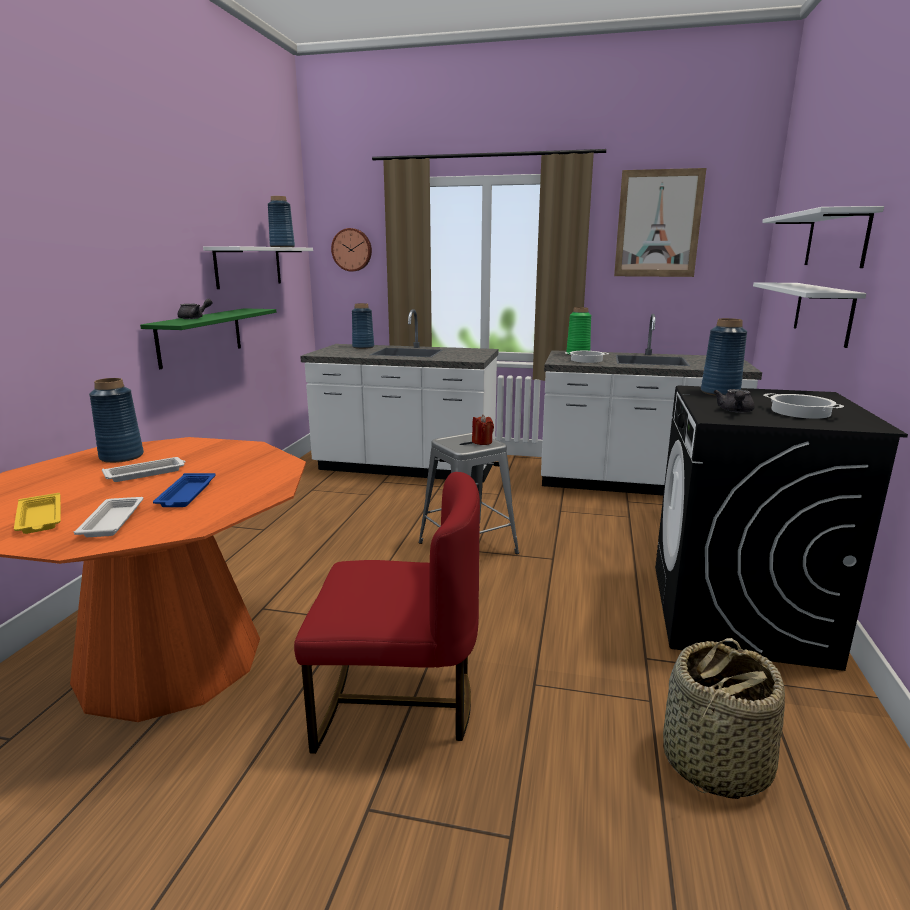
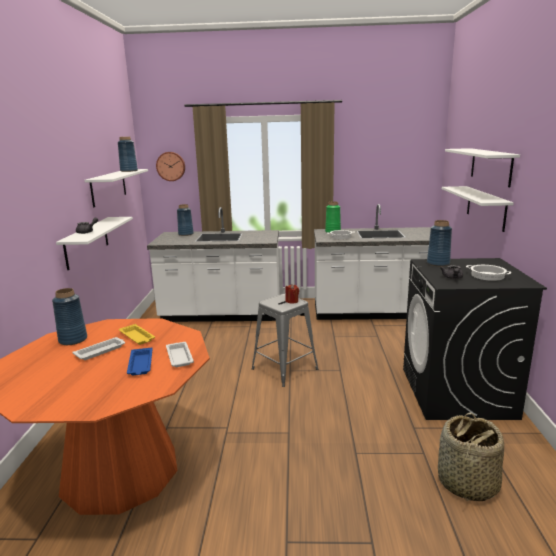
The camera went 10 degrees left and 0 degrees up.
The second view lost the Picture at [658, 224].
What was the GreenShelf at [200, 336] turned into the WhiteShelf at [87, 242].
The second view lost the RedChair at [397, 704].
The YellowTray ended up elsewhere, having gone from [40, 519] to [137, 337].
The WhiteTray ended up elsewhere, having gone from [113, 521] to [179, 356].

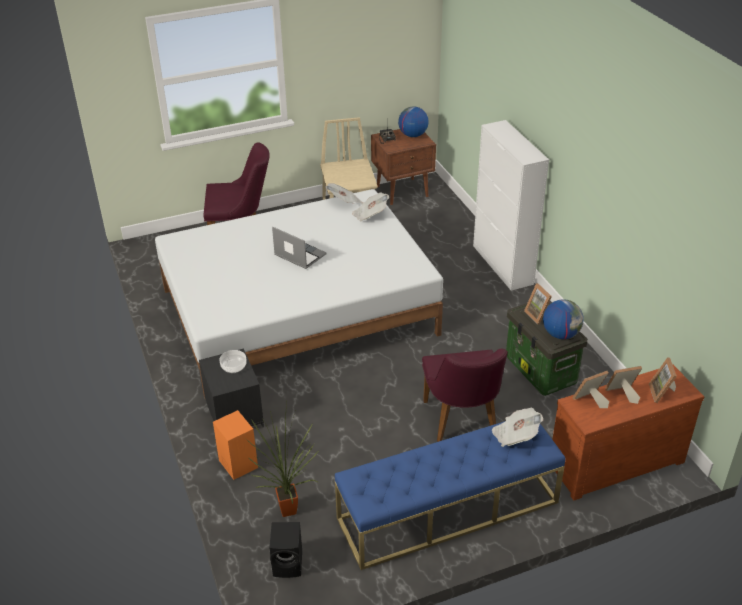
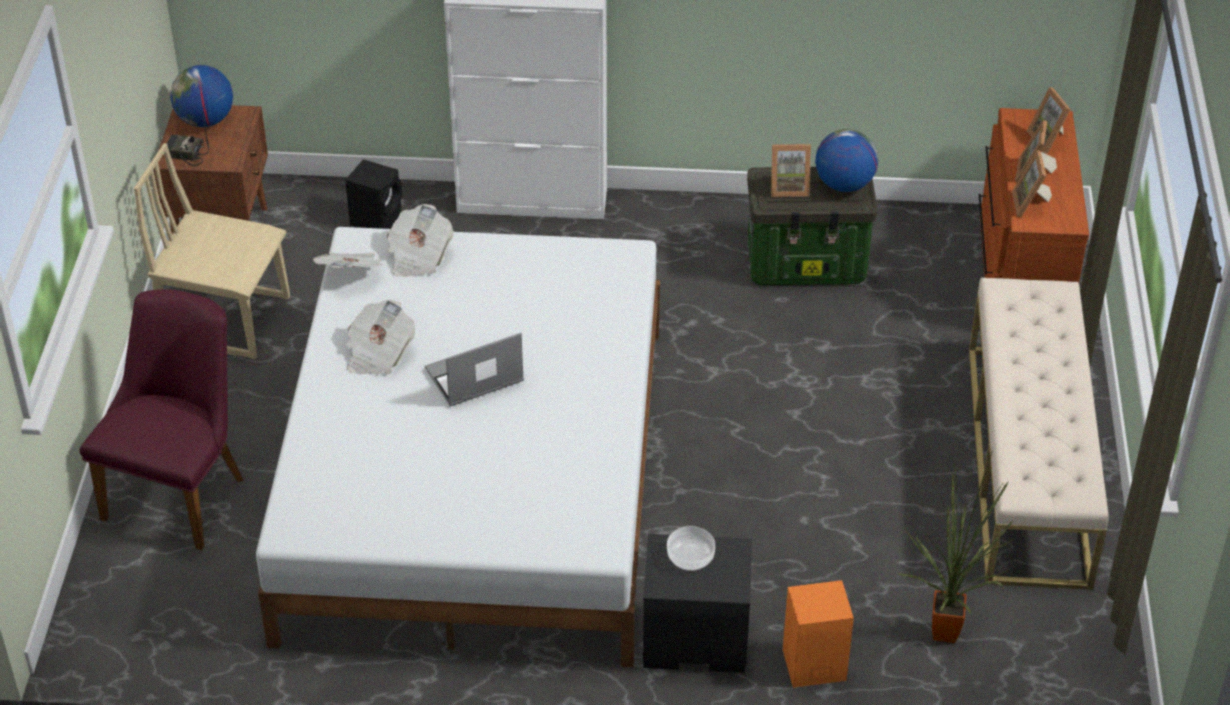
The camera went 65 degrees left and 5 degrees up.
The second view lost the PurpleChair at [462, 423].
The PictureFrame at [662, 393] ended up facing another way, 45 degrees clockwise from before.
The Newspaper ended up elsewhere, having gone from [515, 435] to [378, 354].
What was the BlueBench at [447, 510] turned into the BeigeBench at [1028, 463].
The BlackSpeaker ended up elsewhere, having gone from [289, 564] to [377, 219].

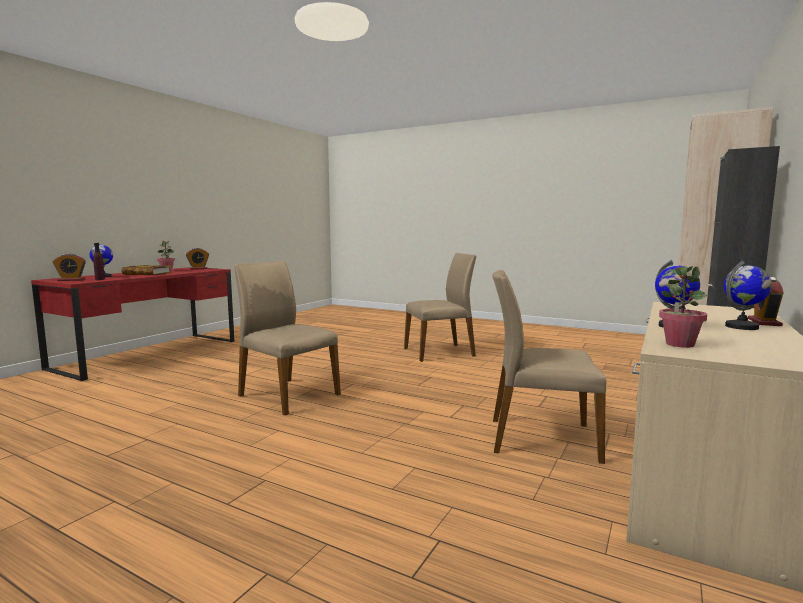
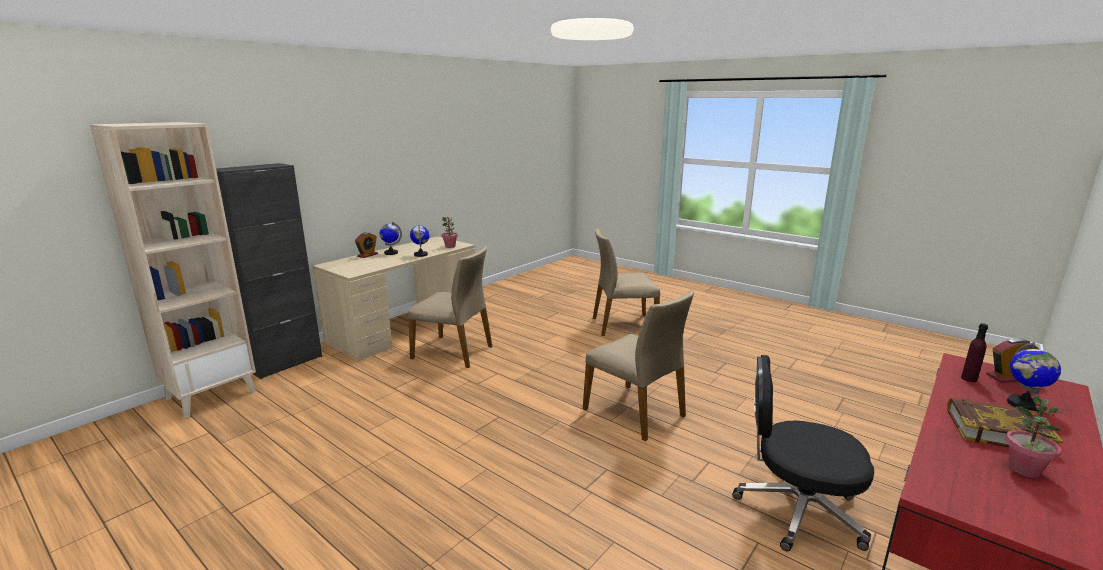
The camera went 170 degrees left and 10 degrees up.
The second view lost the AlarmClock at [198, 269].
The BeigeChair ended up elsewhere, having gone from [440, 352] to [623, 325].
The second view gained the BlackOfficeChair at [796, 510].

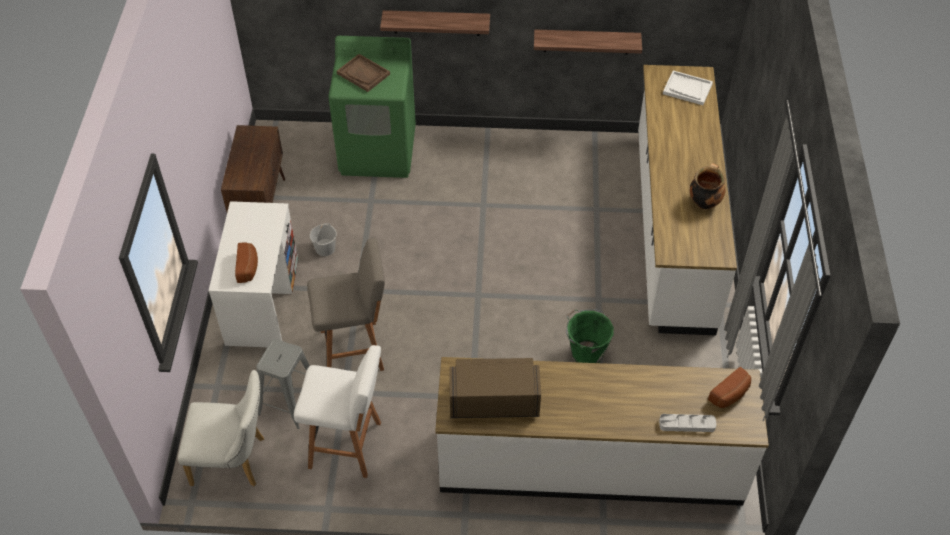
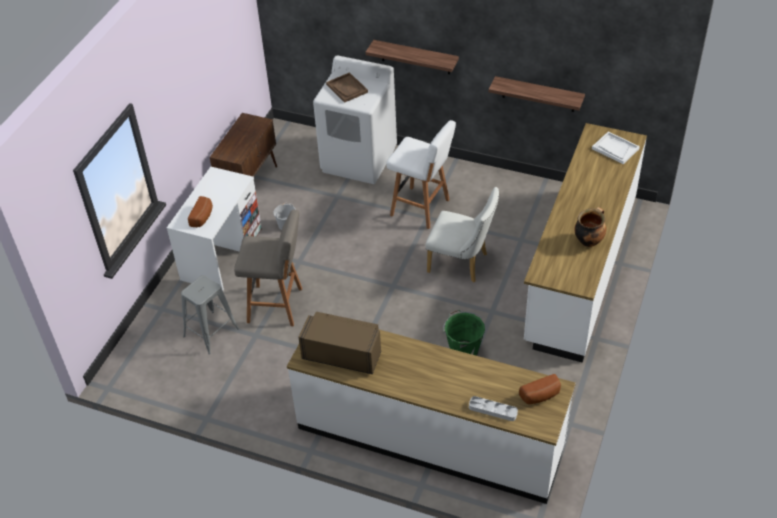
The camera went 20 degrees right and 5 degrees down.
What was the GreenWashingMachine at [378, 151] turned into the WhiteWashingMachine at [359, 160].
The WhiteStool ended up elsewhere, having gone from [348, 445] to [422, 208].
The WhiteChair ended up elsewhere, having gone from [234, 461] to [462, 264].

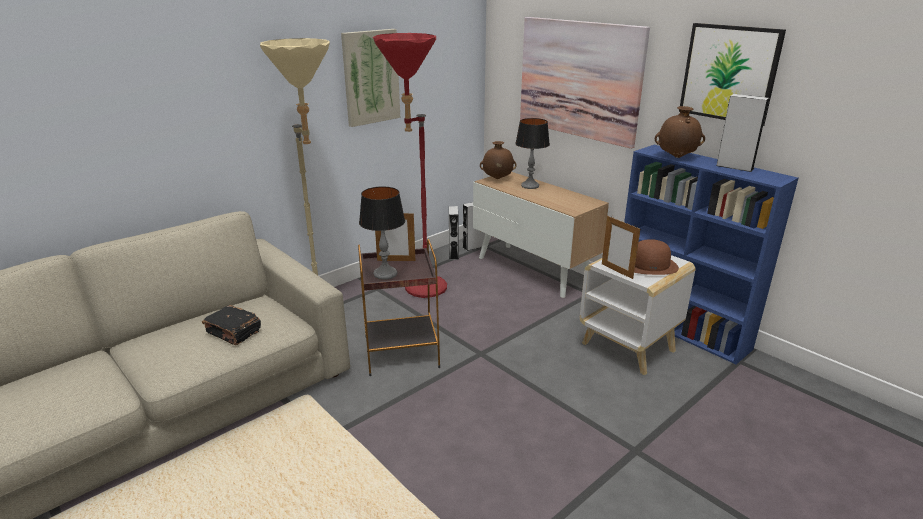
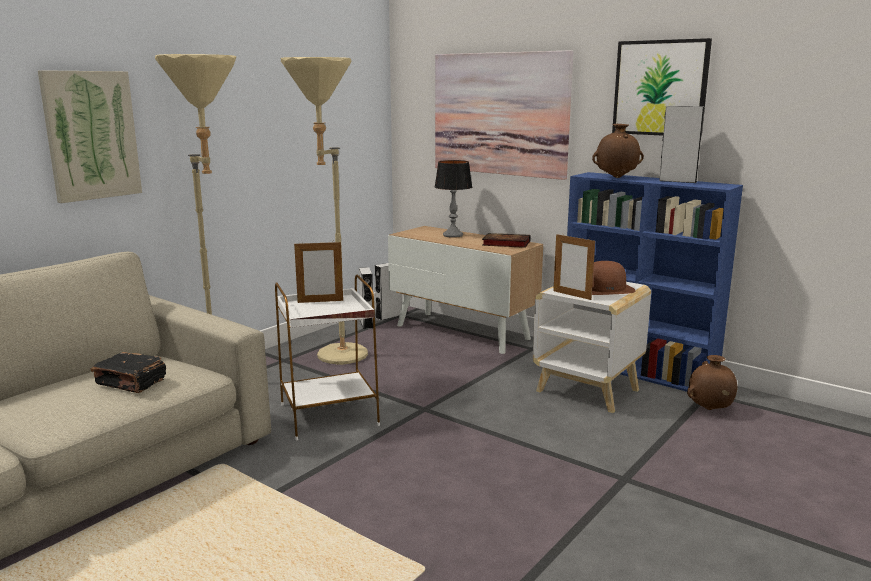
The camera went 10 degrees left and 10 degrees down.
The Picture ended up elsewhere, having gone from [370, 77] to [91, 135].
What was the RedFloorLamp at [417, 290] turned into the BeigeFloorLamp at [333, 358].
The BrownVase ended up elsewhere, having gone from [497, 179] to [709, 409].
The second view lost the TableLamp at [385, 274].
What was the BrownSideTable at [402, 352] turned into the WhiteSideTable at [330, 415].
The second view gained the Book at [505, 243].

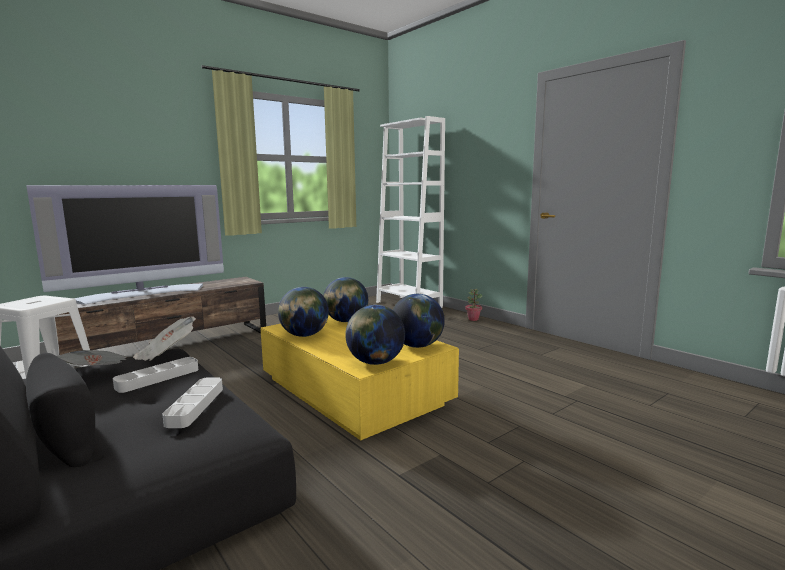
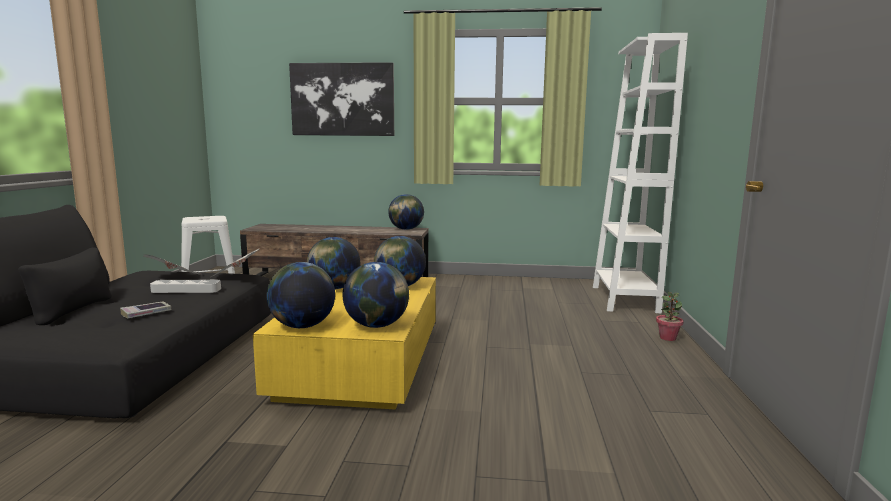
The camera went 45 degrees right and 0 degrees up.
The second view lost the Television at [142, 293].
Where the GreyTray stood at [195, 406], the Book came to stand at [146, 313].
The second view gained the Picture at [342, 99].
The second view gained the Globe at [406, 229].

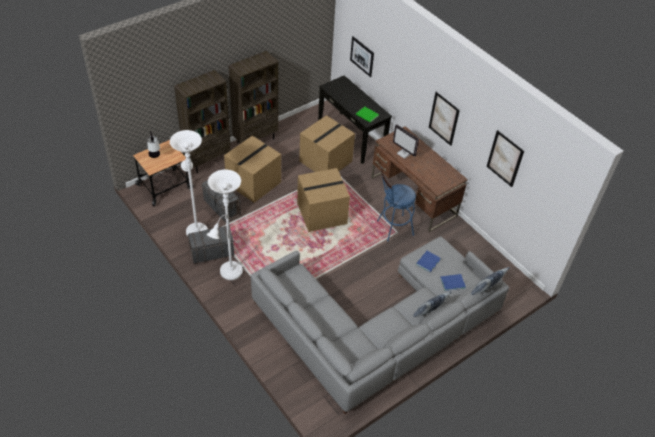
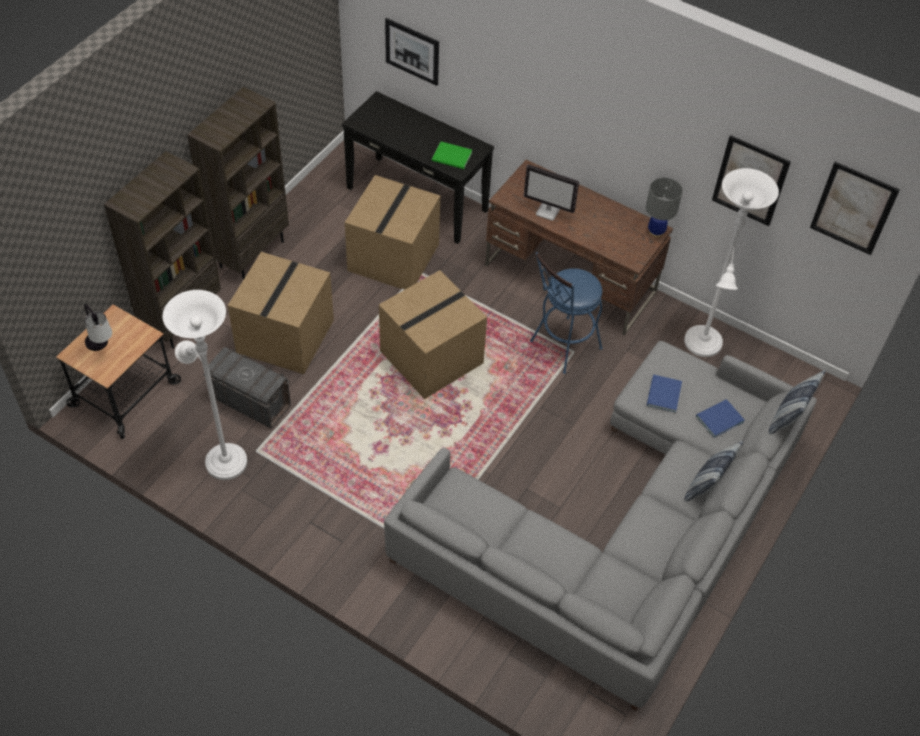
The camera went 20 degrees left and 5 degrees up.
The Picture ended up elsewhere, having gone from [444, 118] to [853, 208].
The WhiteFloorLamp ended up elsewhere, having gone from [229, 273] to [702, 346].
The second view lost the GreyStorageBox at [212, 253].
The second view gained the GreyTableLamp at [656, 232].

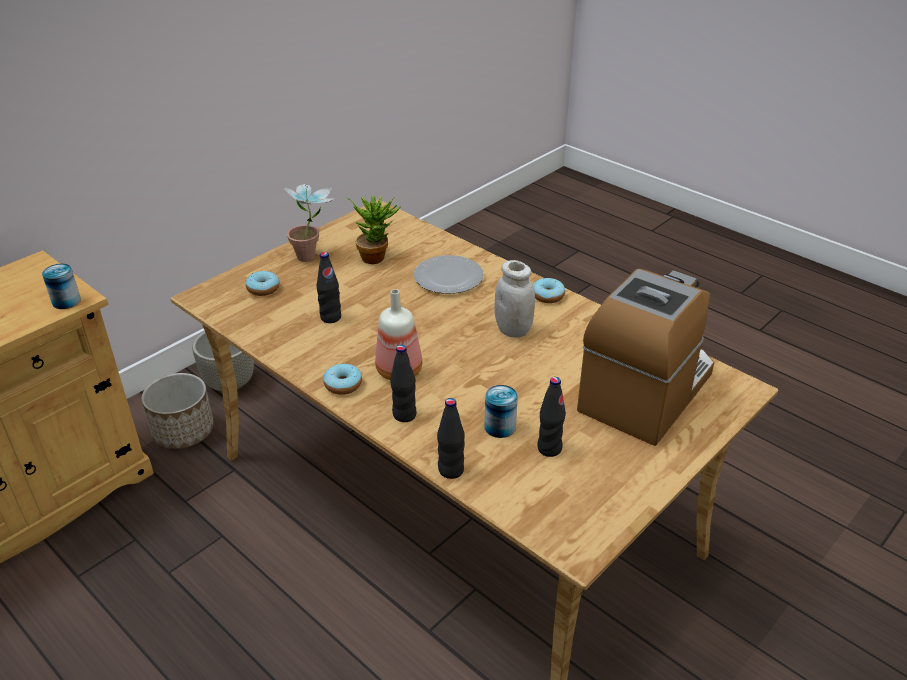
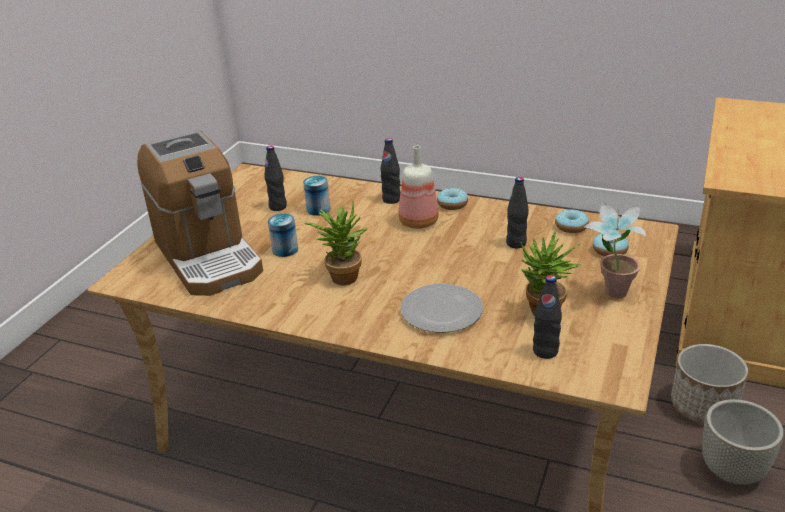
The camera went 160 degrees right and 5 degrees down.
Where the WhiteJar stood at [513, 330], the PottedPlant came to stand at [341, 275].
The Can ended up elsewhere, having gone from [66, 301] to [285, 250].
The CoffeeMachine at [646, 392] ended up facing another way, 45 degrees counterclockwise from before.
The Donut ended up elsewhere, having gone from [547, 296] to [571, 227].
The BlackBottle ended up elsewhere, having gone from [451, 470] to [545, 351].

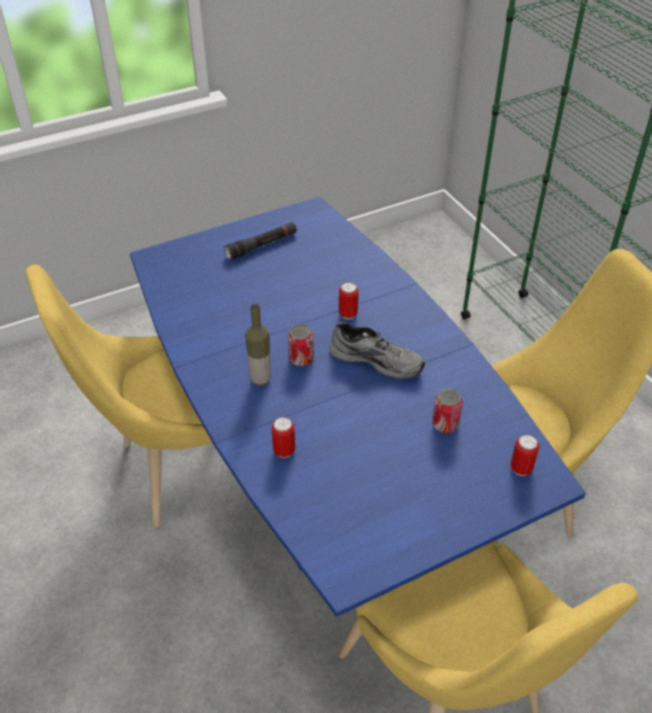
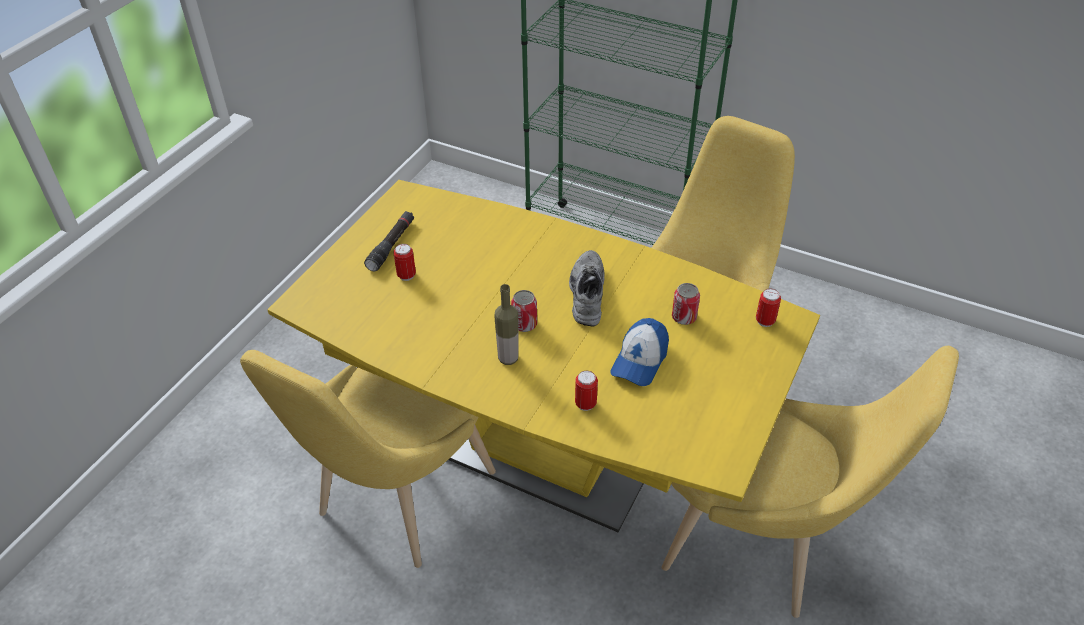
The camera went 35 degrees left and 0 degrees up.
What was the BlueDiningTable at [325, 495] turned into the YellowDiningTable at [543, 452].
The Can ended up elsewhere, having gone from [348, 314] to [406, 275].
The GreyShoe at [377, 359] ended up facing another way, 75 degrees counterclockwise from before.
The second view gained the Cap at [640, 360].

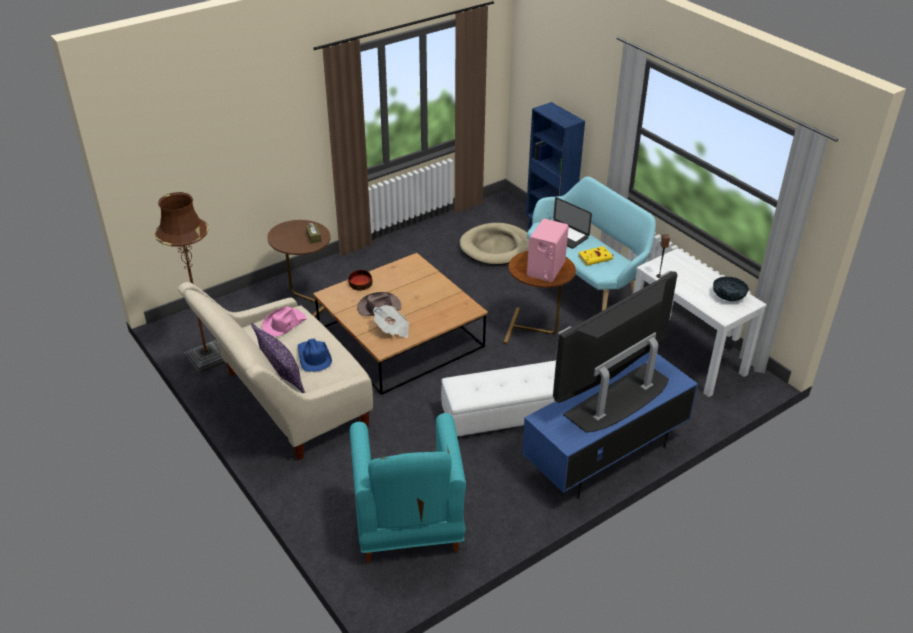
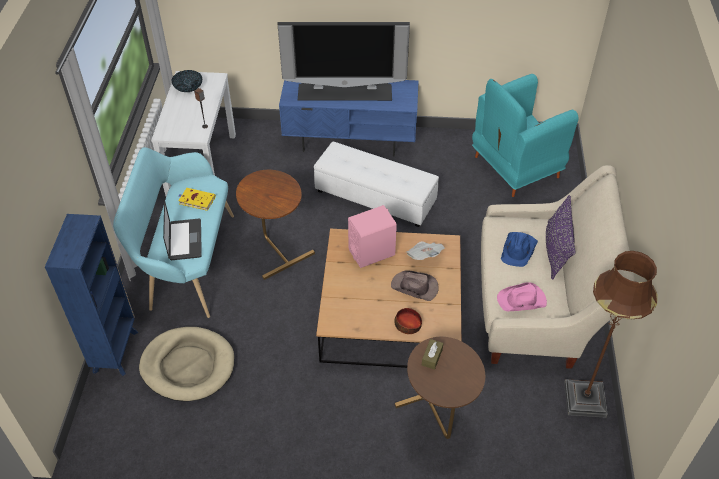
The camera went 140 degrees left and 10 degrees up.
The PinkSpeaker ended up elsewhere, having gone from [546, 269] to [372, 252].
The TurquoiseArmchair at [408, 528] ended up facing another way, 150 degrees counterclockwise from before.

